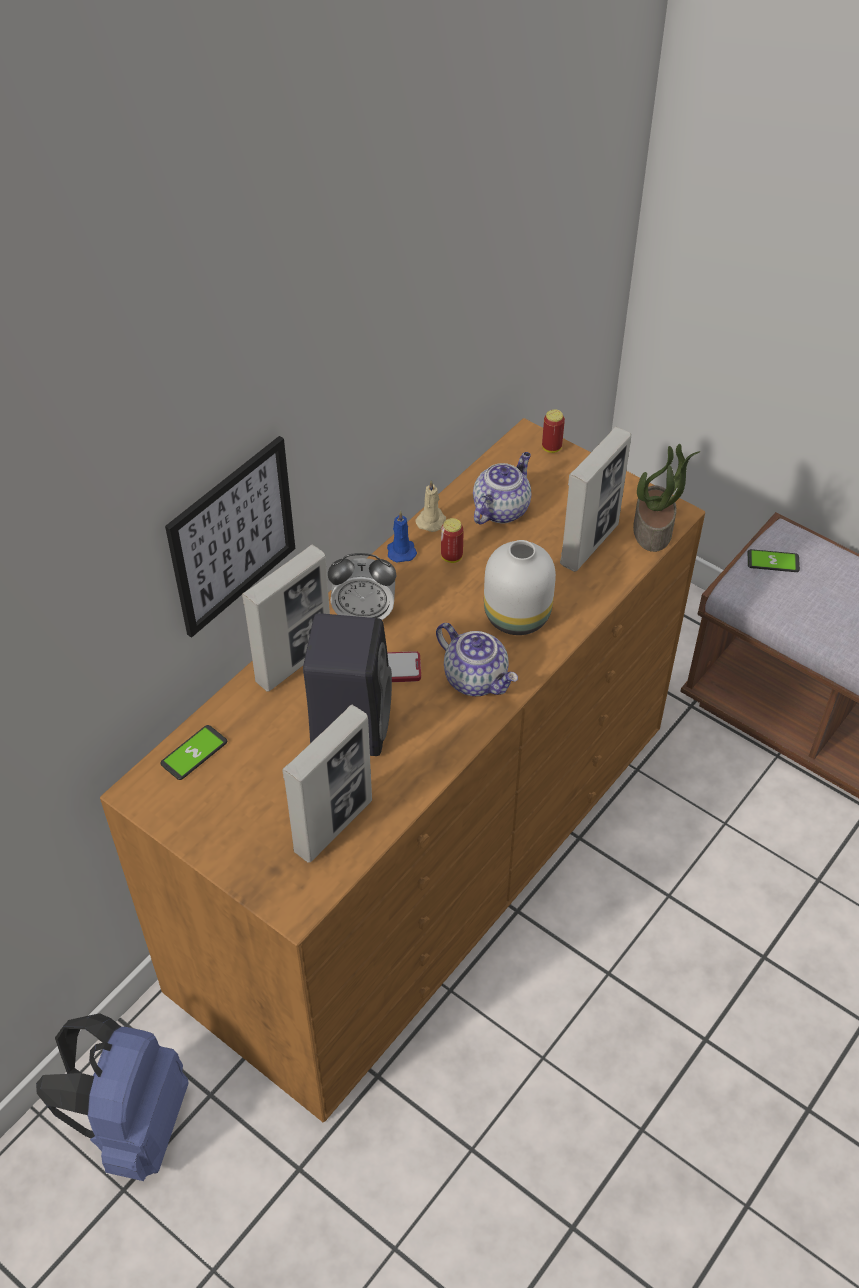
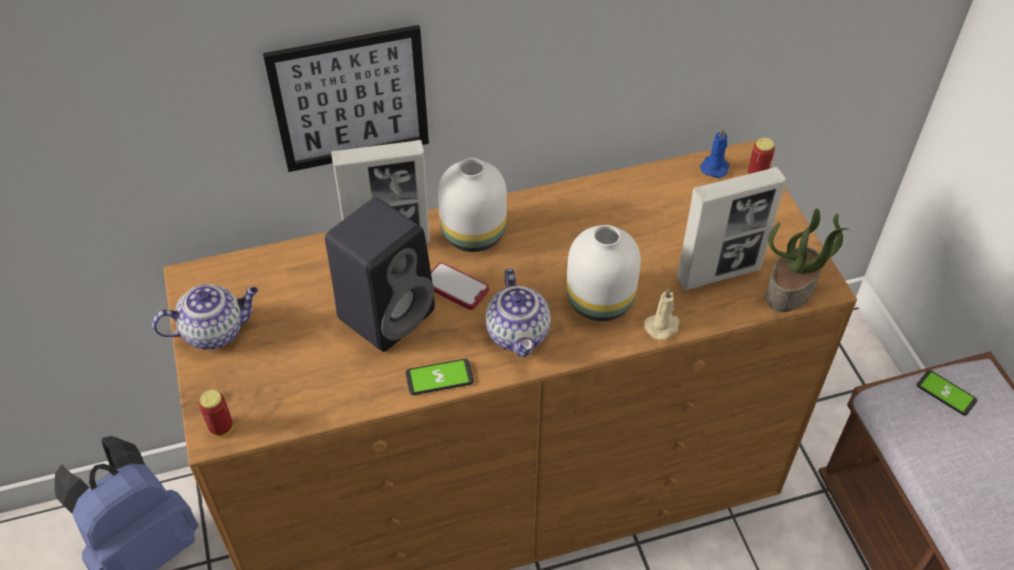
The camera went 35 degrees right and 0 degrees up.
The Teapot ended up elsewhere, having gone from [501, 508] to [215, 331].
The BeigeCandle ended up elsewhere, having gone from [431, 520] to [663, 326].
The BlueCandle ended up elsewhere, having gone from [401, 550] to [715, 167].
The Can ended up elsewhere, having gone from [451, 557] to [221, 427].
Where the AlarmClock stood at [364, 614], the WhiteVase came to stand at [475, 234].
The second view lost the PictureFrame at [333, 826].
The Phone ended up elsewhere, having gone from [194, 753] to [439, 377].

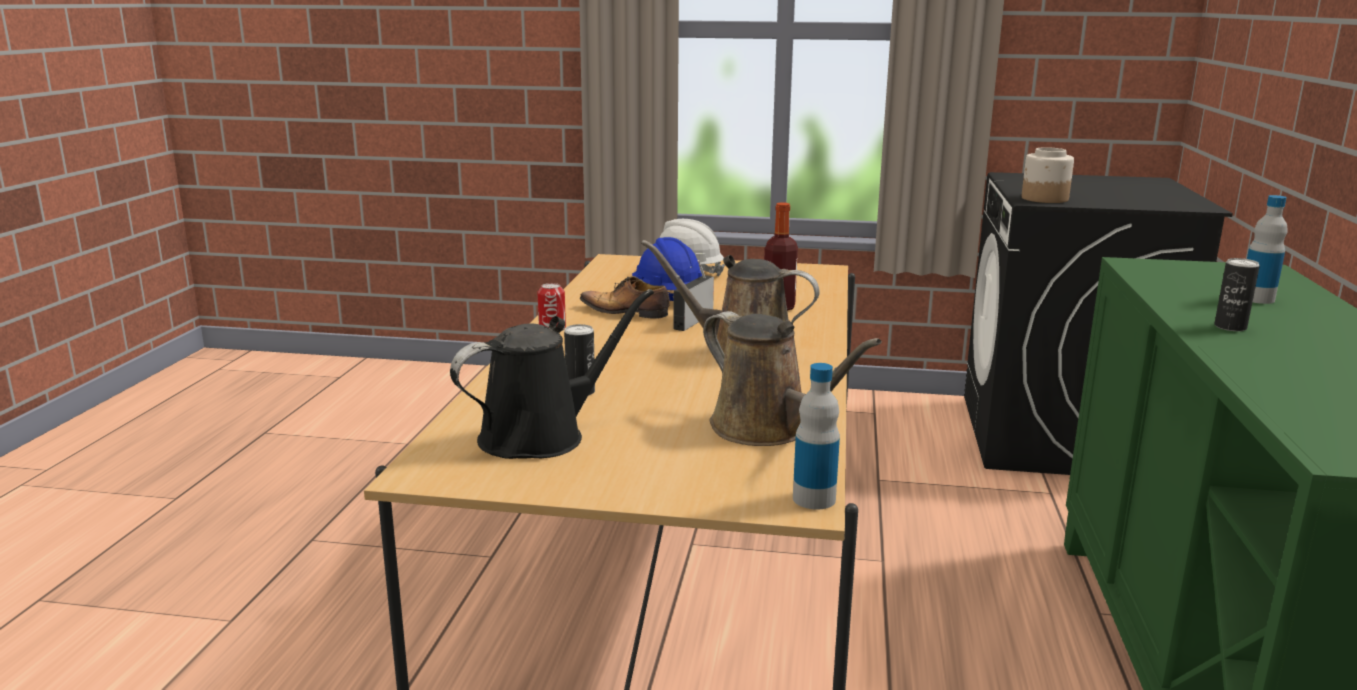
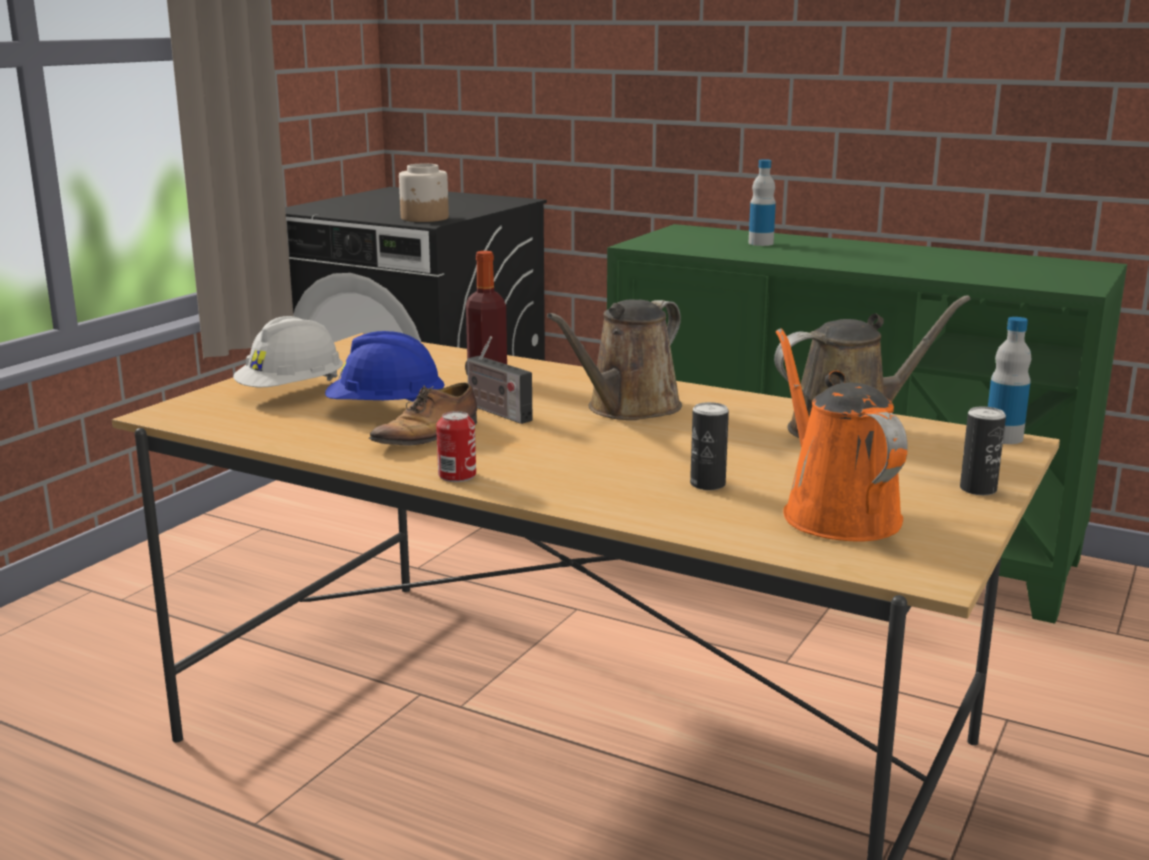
The camera went 70 degrees left and 0 degrees up.
The Can ended up elsewhere, having gone from [1230, 327] to [978, 489].
What was the BlackWateringCan at [541, 436] turned into the OrangeWateringCan at [835, 513].

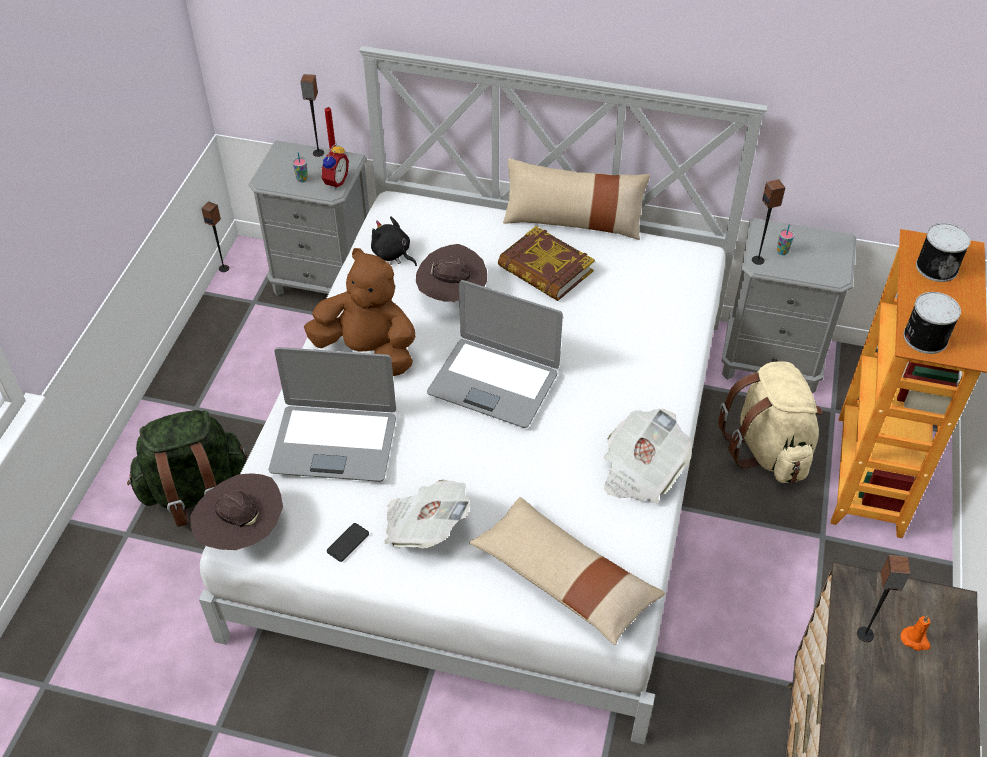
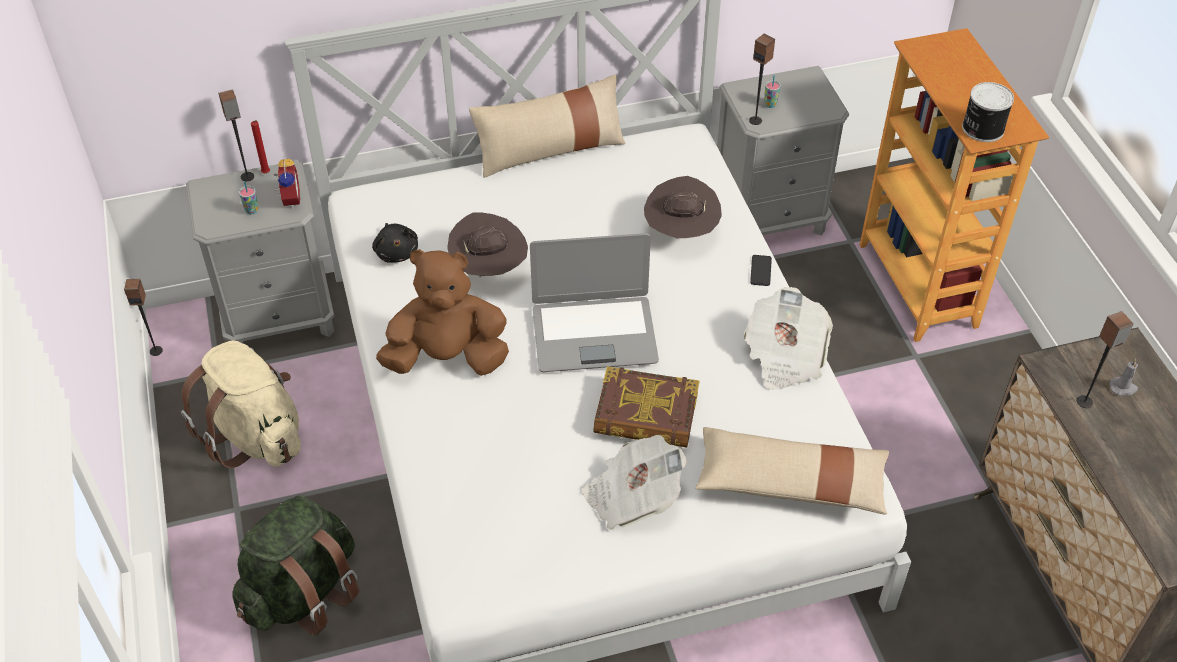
The camera went 30 degrees left and 0 degrees up.
The BlackPlushToy at [392, 254] ended up facing another way, 120 degrees counterclockwise from before.
The second view lost the Can at [936, 266].
The Book ended up elsewhere, having gone from [545, 270] to [646, 415].
The second view lost the Laptop at [334, 442].
The BeigeBackpack ended up elsewhere, having gone from [768, 449] to [256, 435].
The BrownHat ended up elsewhere, having gone from [242, 532] to [680, 233].
The Phone ended up elsewhere, having gone from [348, 542] to [760, 271].
What was the OrangeCandle at [915, 640] turned into the GreyCandle at [1123, 388].

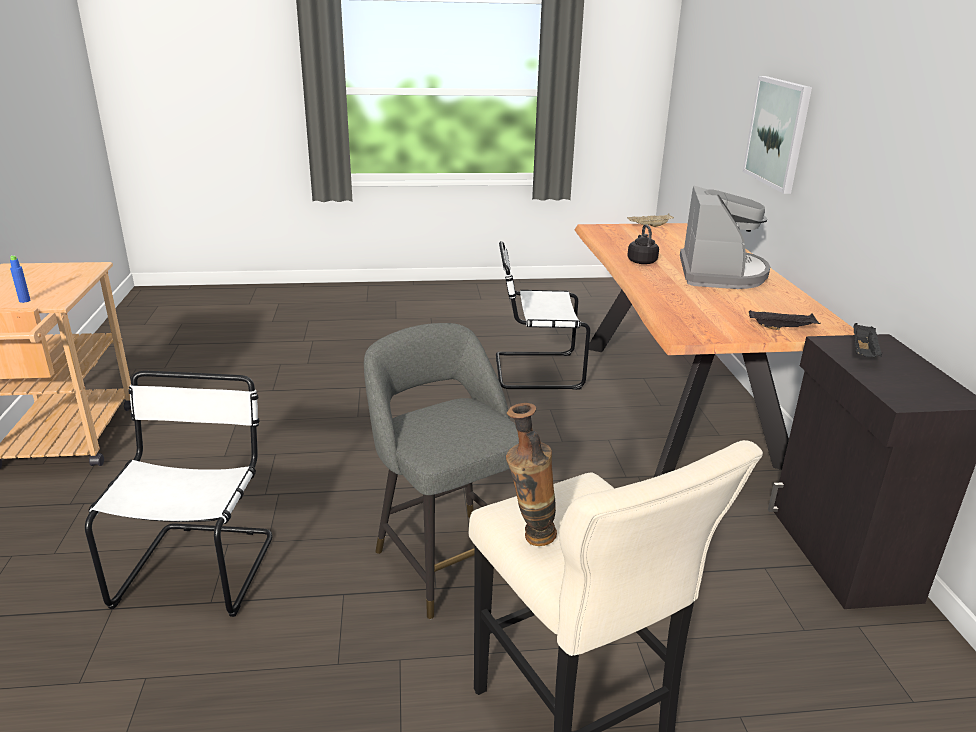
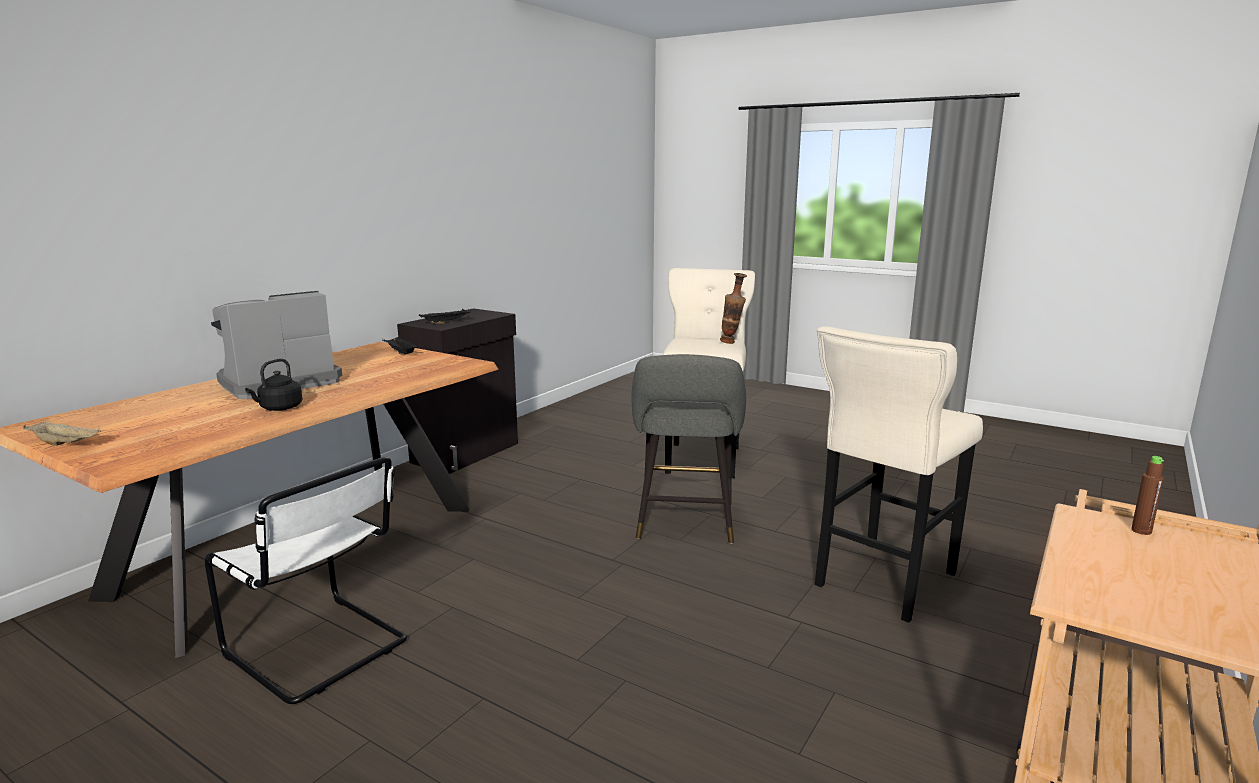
The camera went 140 degrees left and 10 degrees down.
The second view lost the Picture at [778, 133].
What was the BlueBottle at [24, 300] turned into the BrownBottle at [1141, 531].
Where the WhiteChair stood at [199, 566], the BeigeStool came to stand at [882, 583].

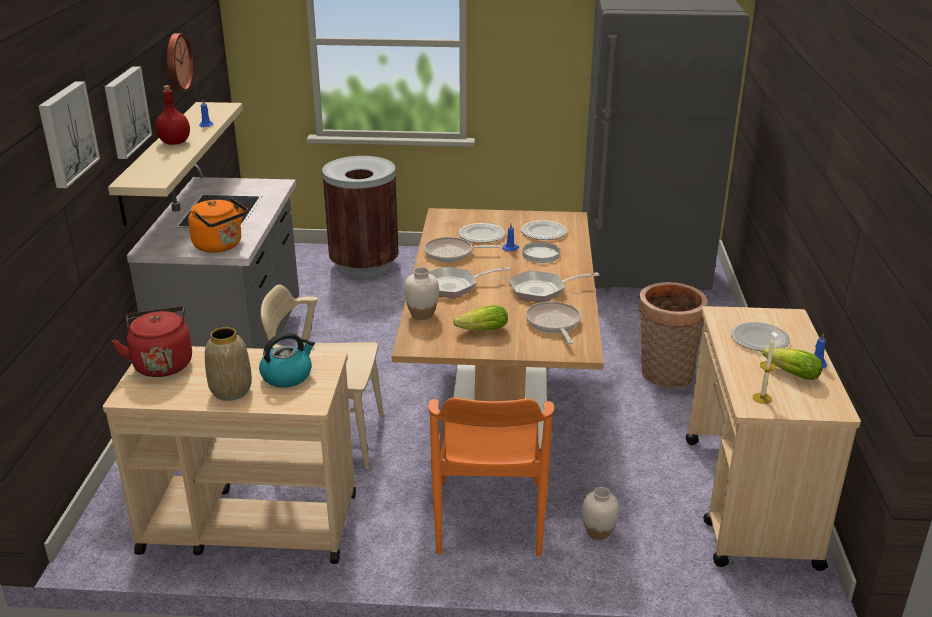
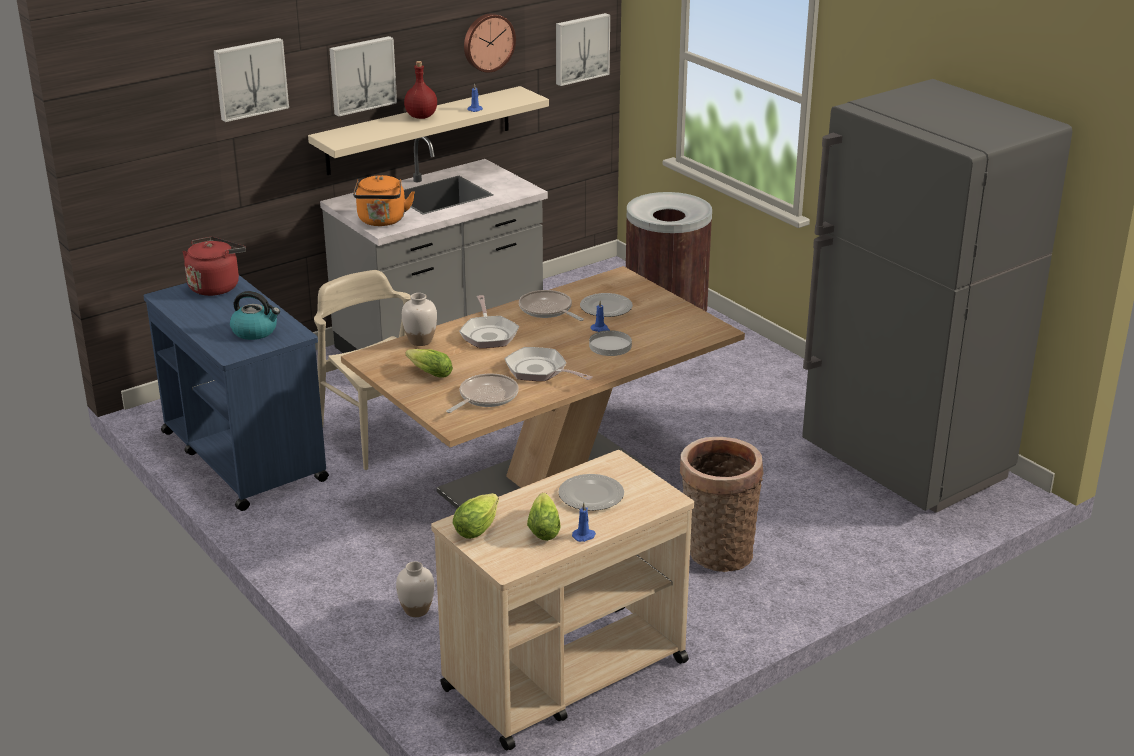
The camera went 50 degrees right and 0 degrees up.
The second view lost the Plate at [543, 232].
The FryingPan at [454, 286] ended up facing another way, 135 degrees counterclockwise from before.
The second view lost the Vase at [231, 391].
Where the Candle stood at [762, 398], the Lettuce came to stand at [479, 526].
What was the BeigeCart at [248, 523] turned into the BlueCart at [243, 455].
The second view lost the OrangeChair at [488, 517].
The second view gained the Picture at [580, 48].

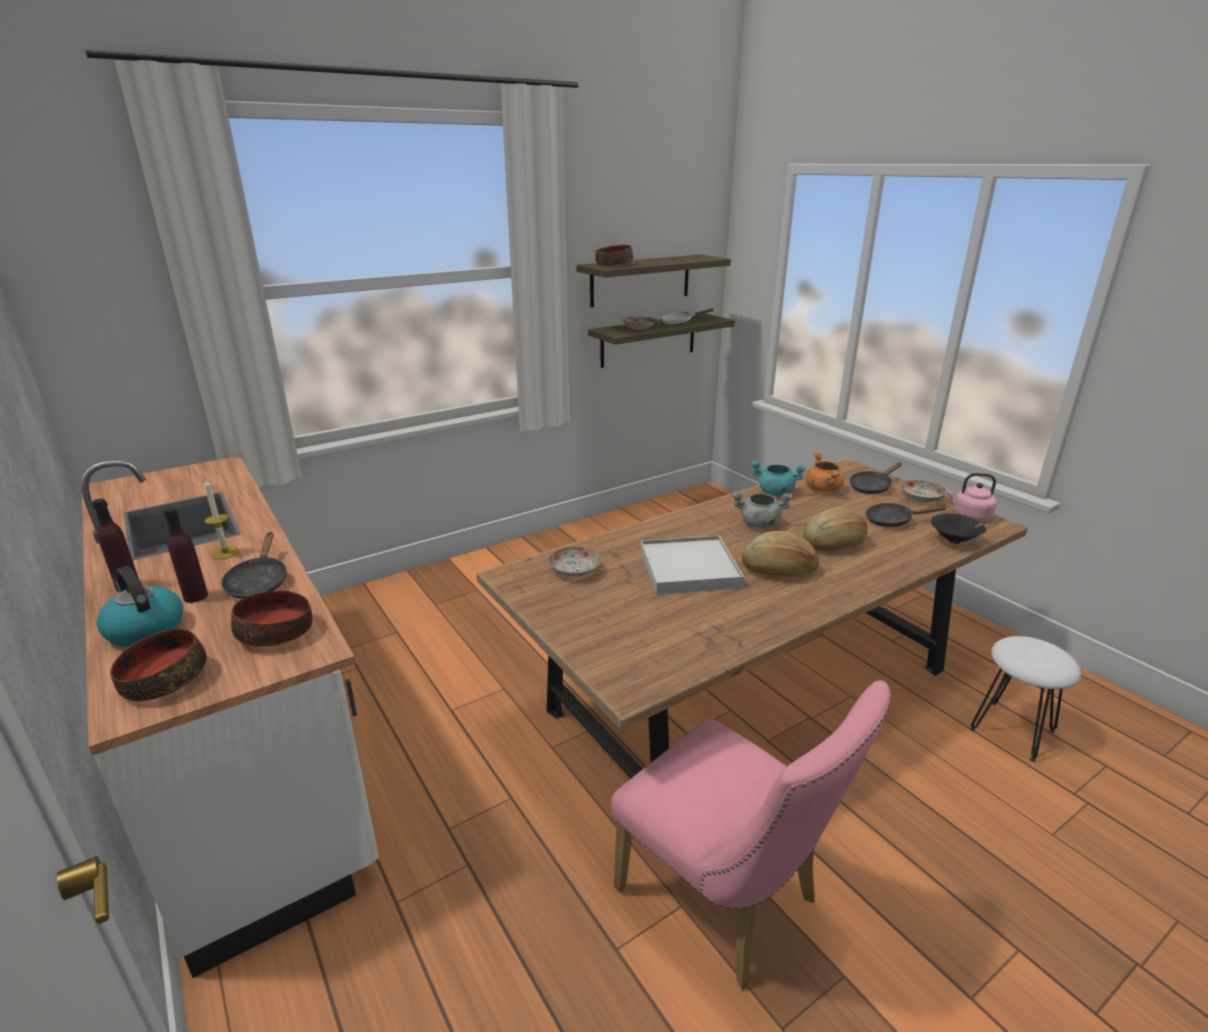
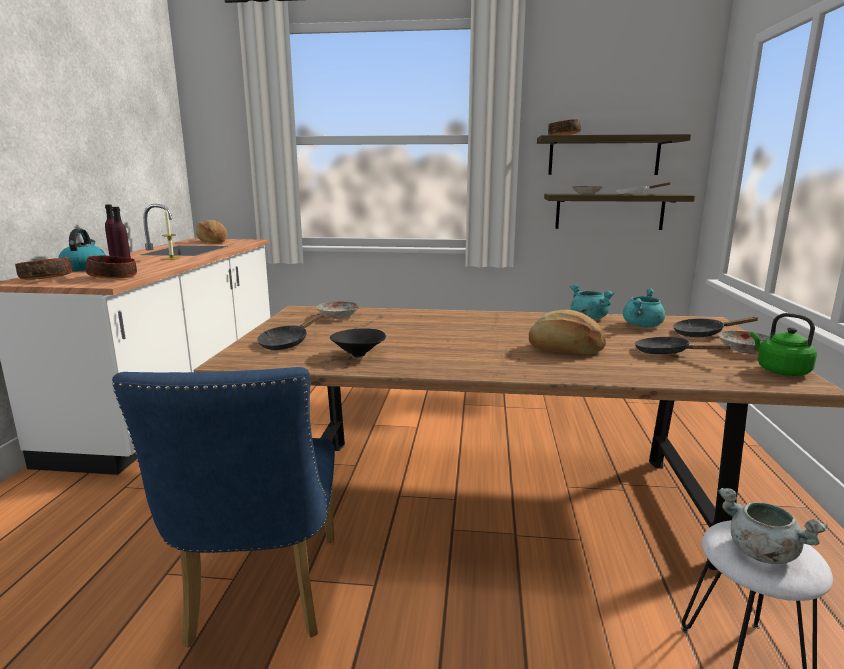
The camera went 40 degrees right and 10 degrees down.
What was the OrangeCookingPot at [824, 489] turned into the TurquoiseCookingPot at [642, 326].
What was the PinkKettle at [969, 515] turned into the GreenKettle at [780, 371].
The GreyCookingPot ended up elsewhere, having gone from [759, 524] to [760, 552].
The BlackBowl ended up elsewhere, having gone from [955, 541] to [359, 356].
The Bread ended up elsewhere, having gone from [778, 570] to [212, 242].
The BlackFryingPan ended up elsewhere, having gone from [259, 582] to [287, 343].
The second view lost the WhiteTray at [689, 569].
What was the PinkChair at [728, 903] turned into the BlueChair at [260, 597].

